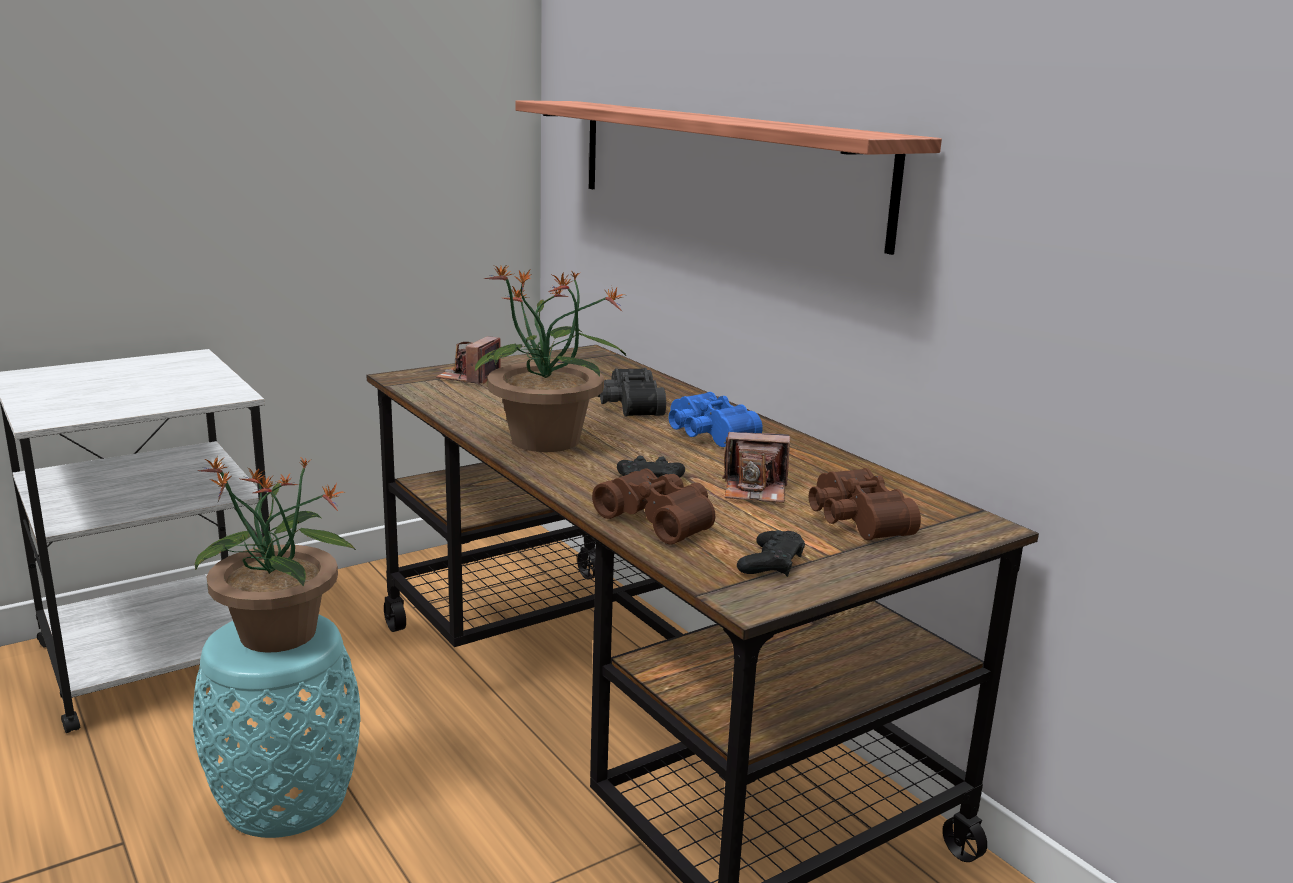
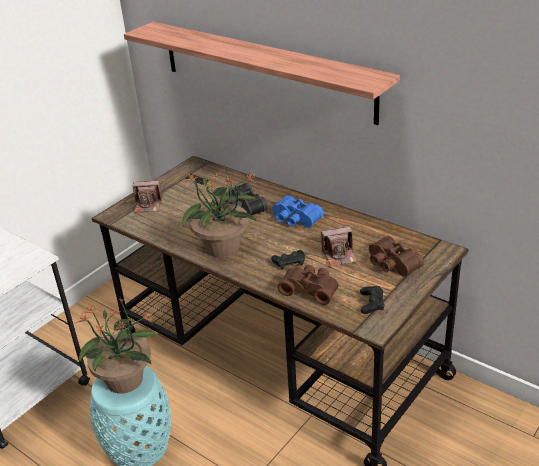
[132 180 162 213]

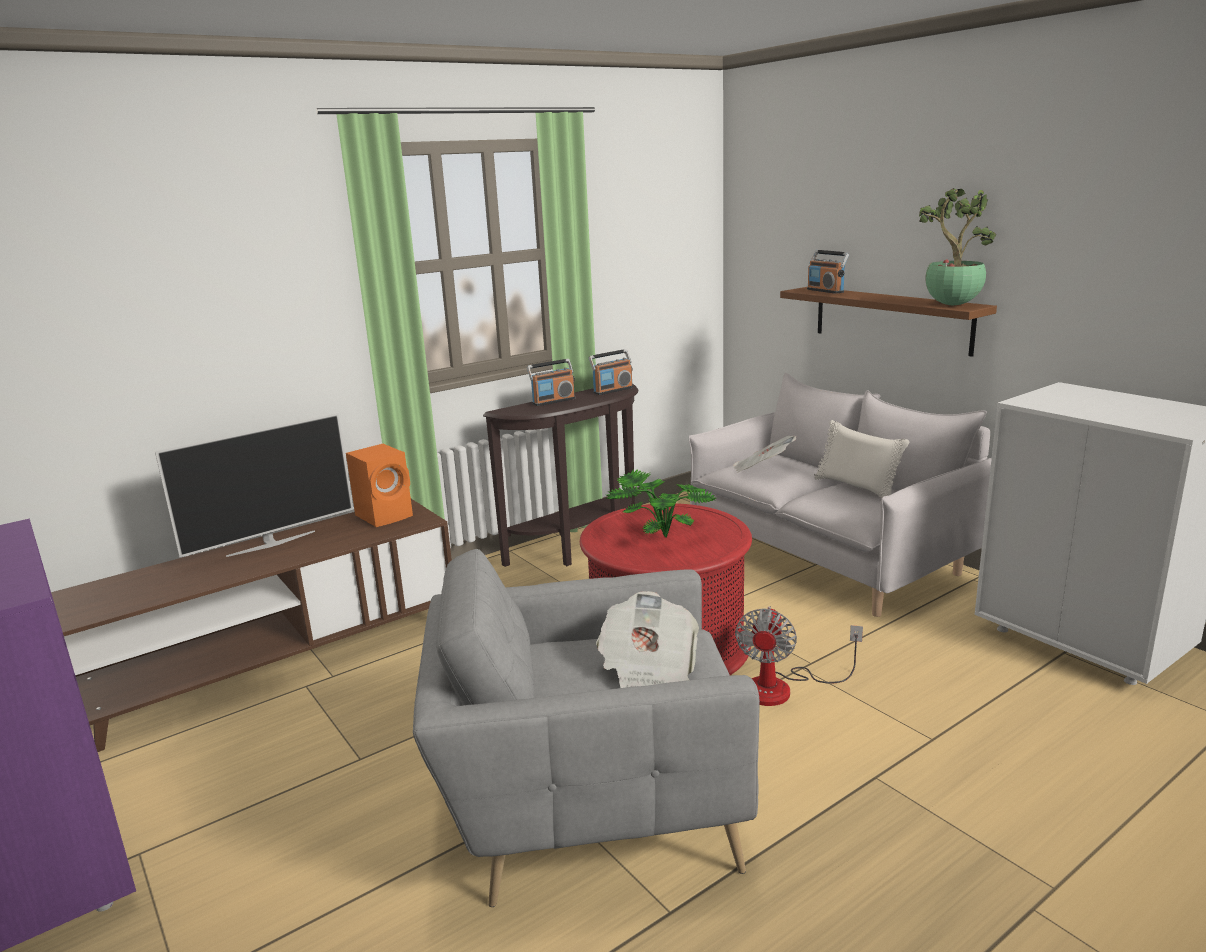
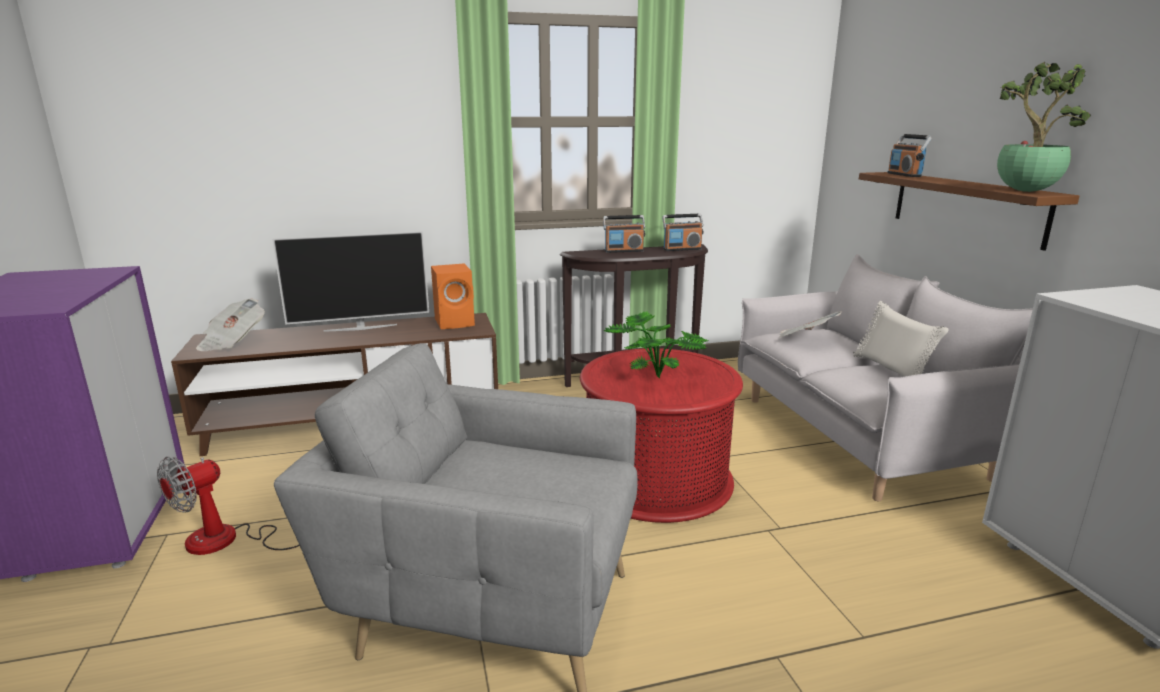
[196 299 265 351]
[157 456 300 555]

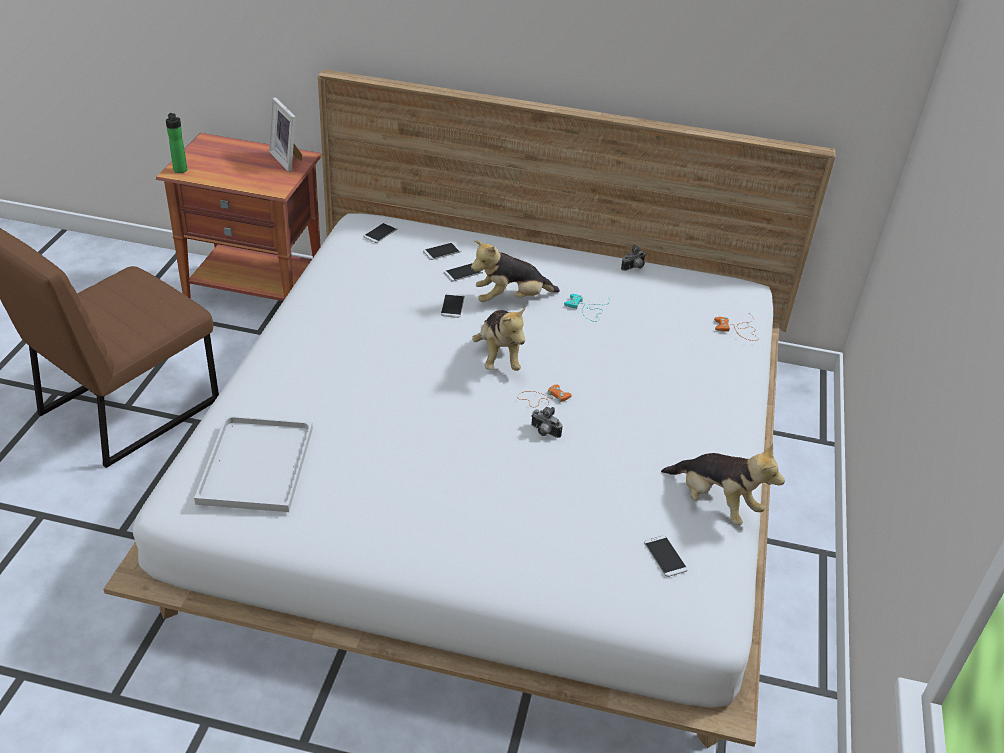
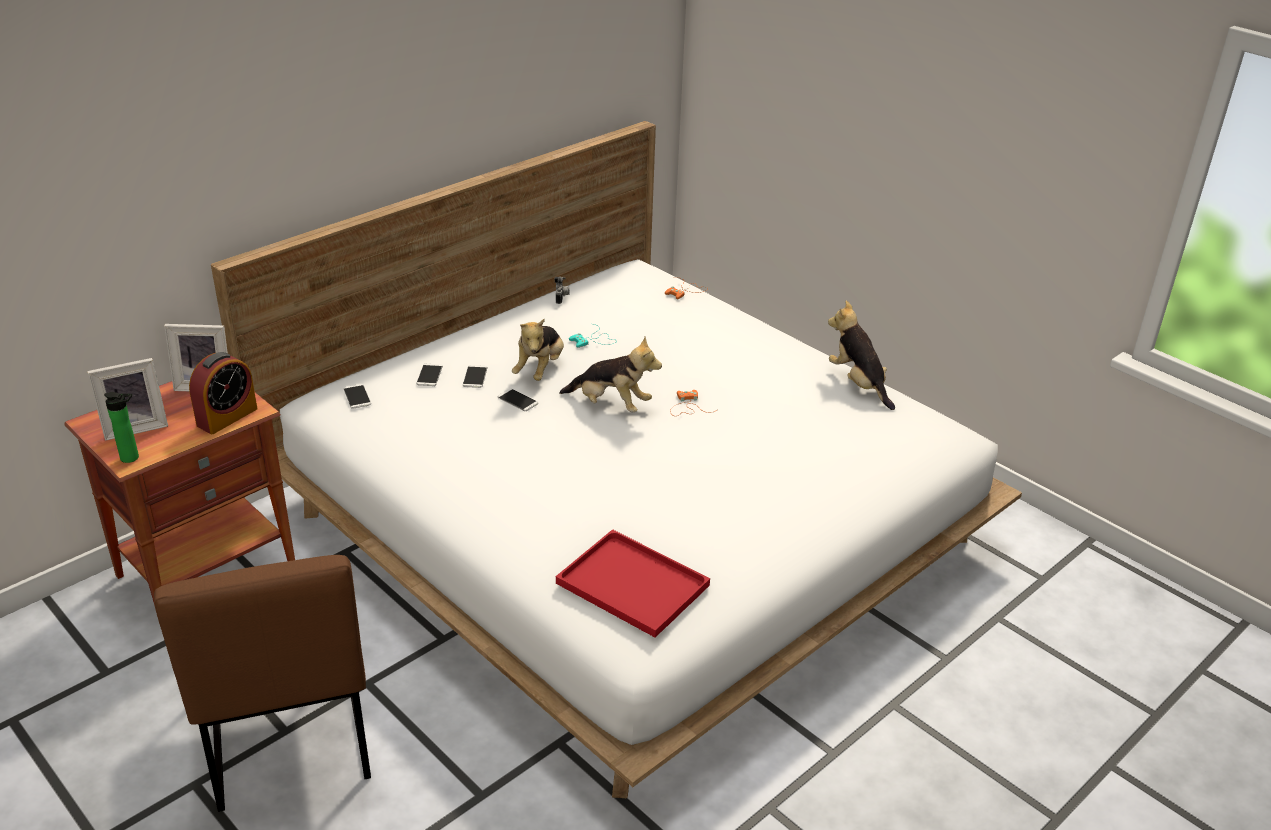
[531 407 563 438] (first image)
[556 529 710 638]
[828 300 895 410]
[644 535 687 577] (first image)
[189 352 257 434]
[87 358 168 441]

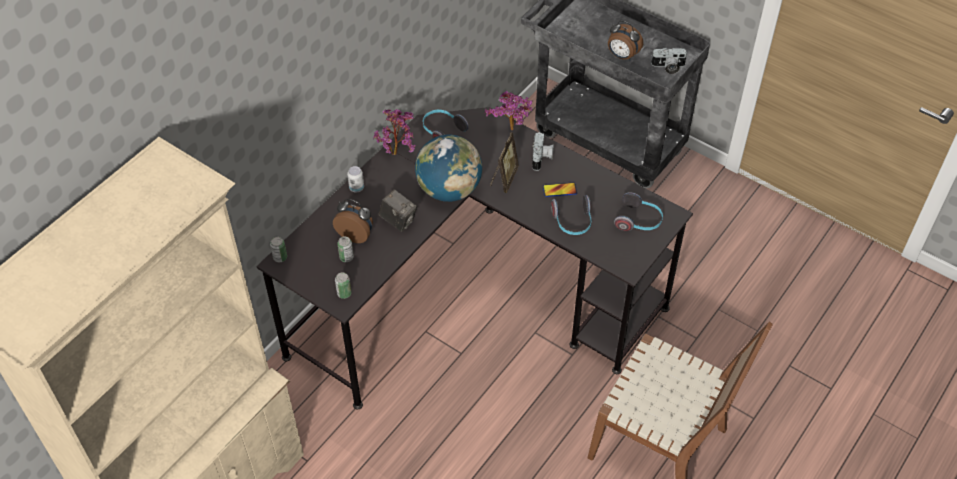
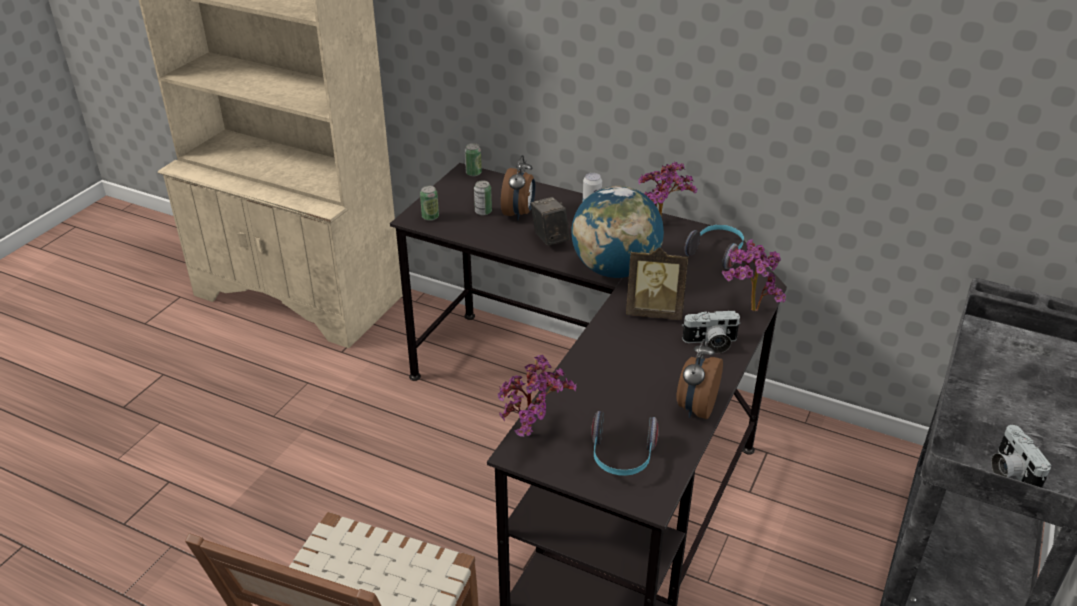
[676 339 723 419]
[543 183 577 197] (first image)
[531 197 570 246]
[551 195 592 235] (first image)
[498 355 576 437]

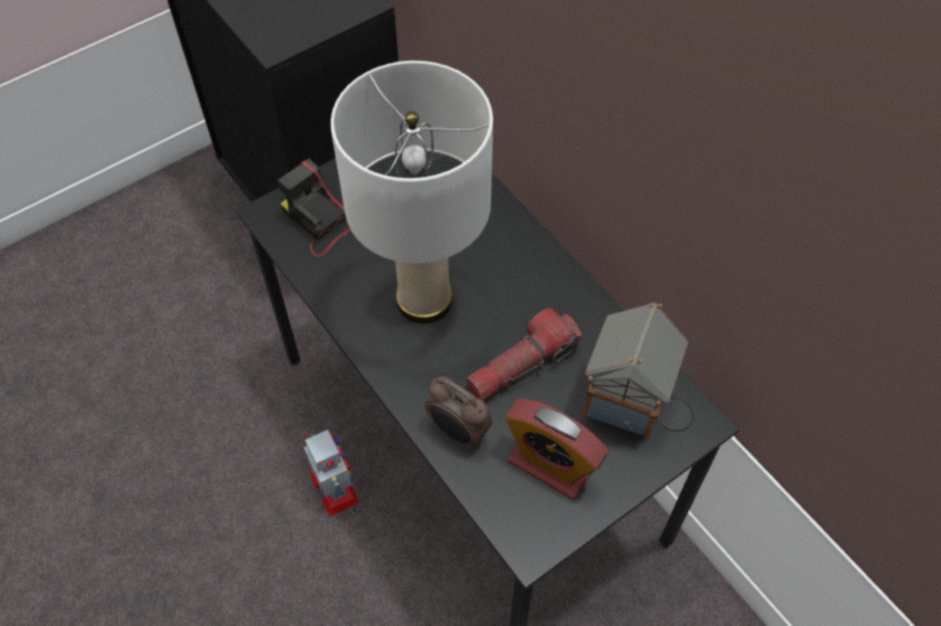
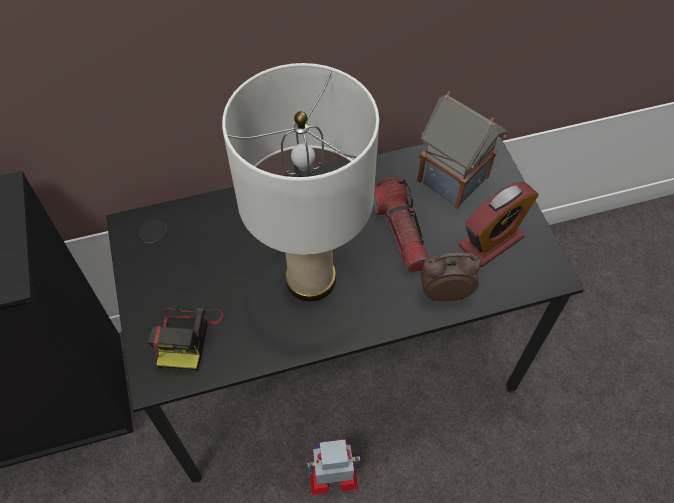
[148 308 223 372]
[421 252 481 301]

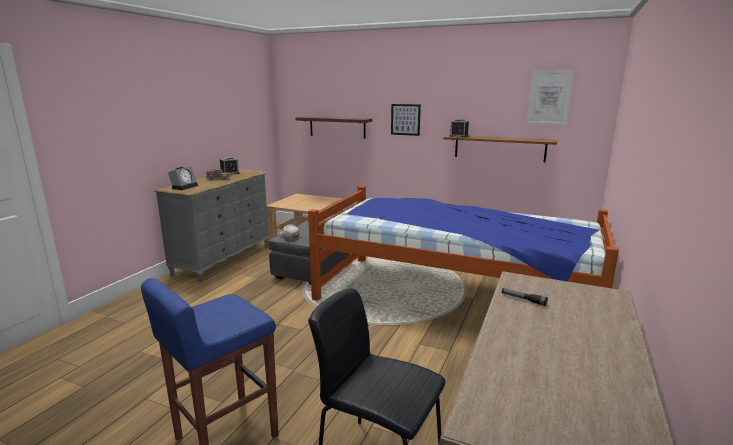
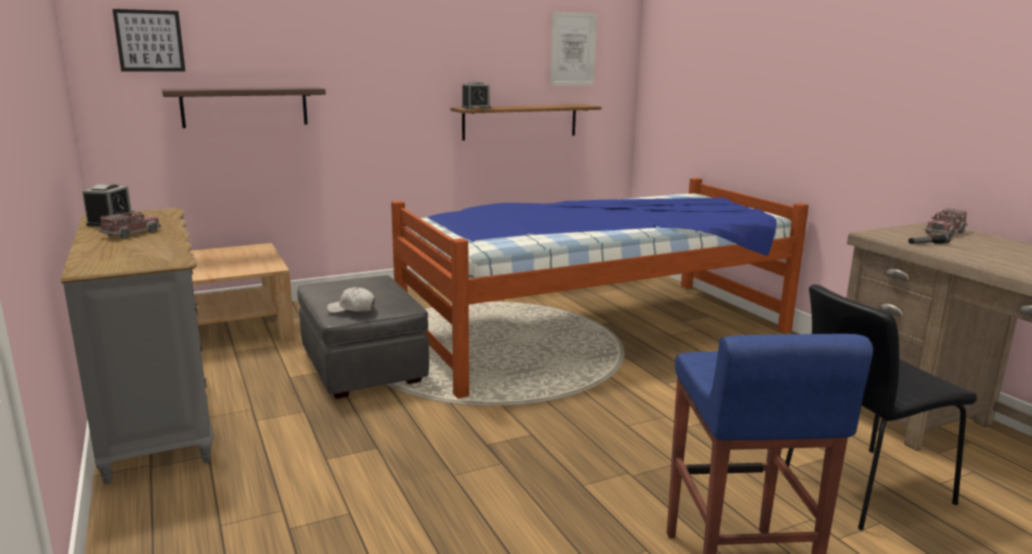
[112 9 186 72]
[168 166 198 190] (first image)
[925 208 968 237]

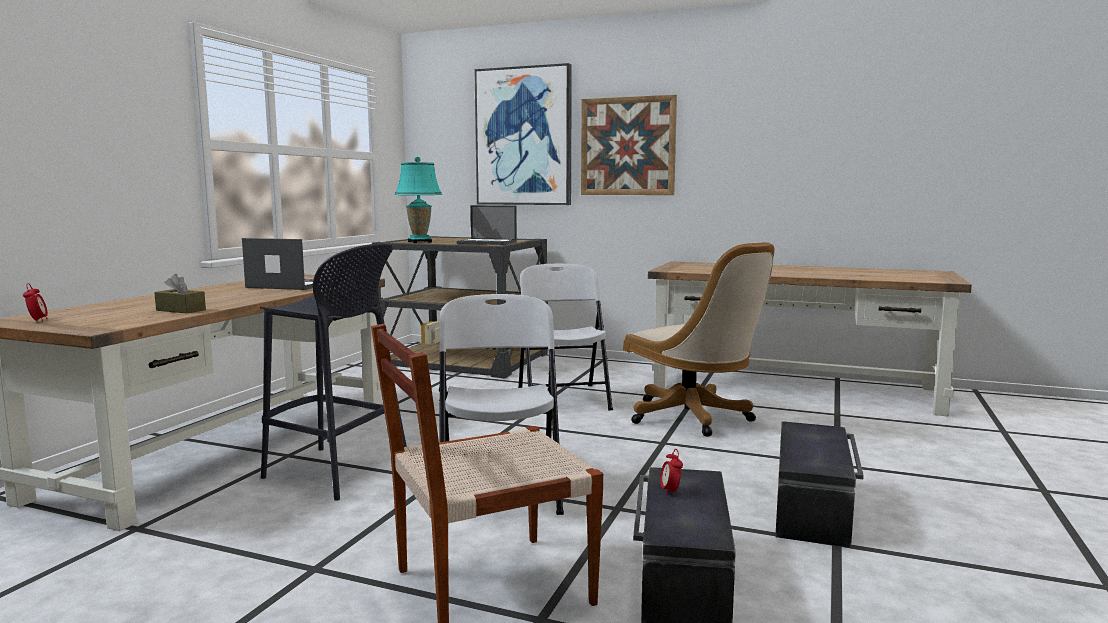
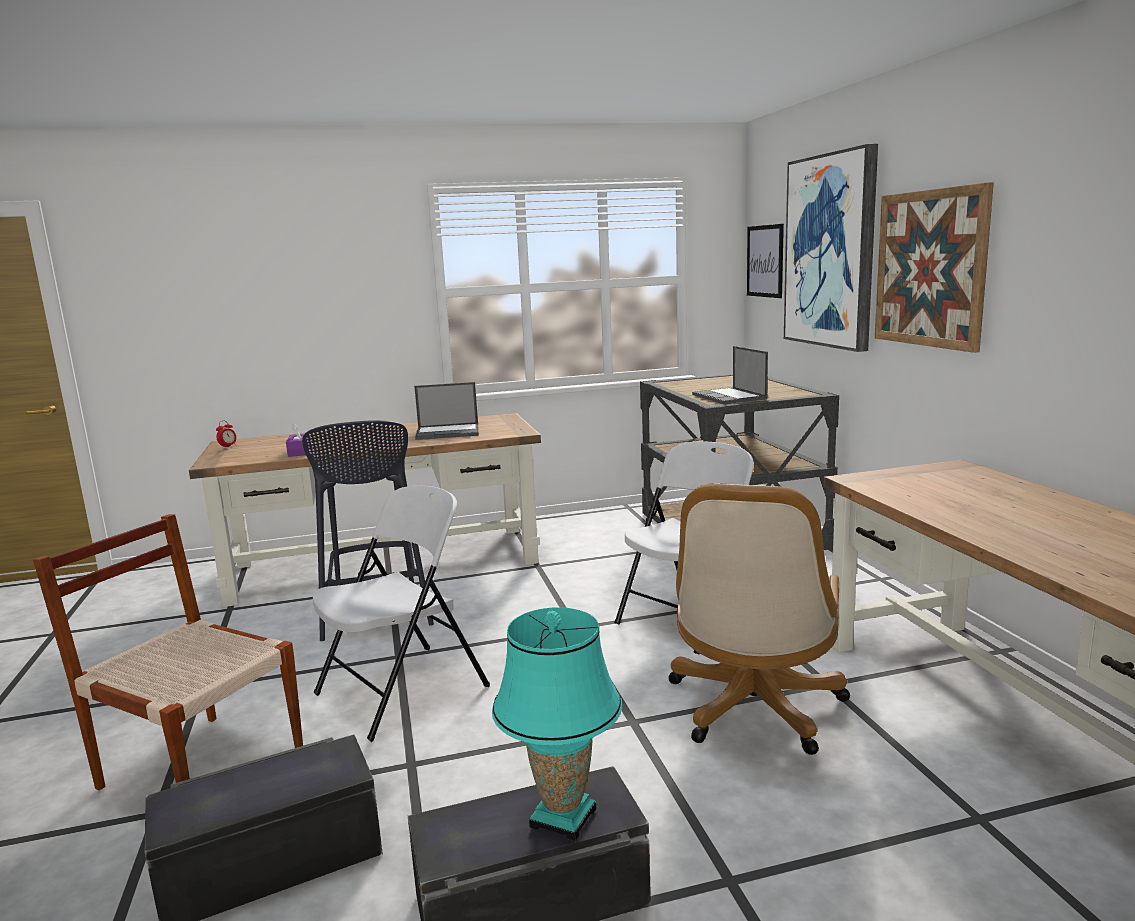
[492 607 622 841]
[414 382 479 440]
[286 424 310 457]
[660 449 683 496] (first image)
[747 224 784 298]

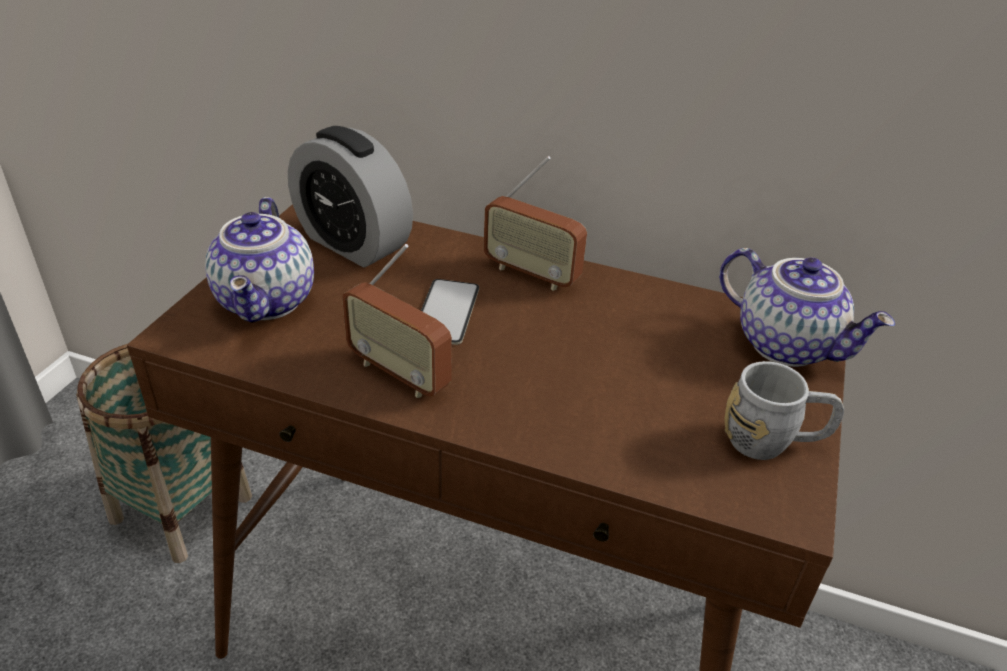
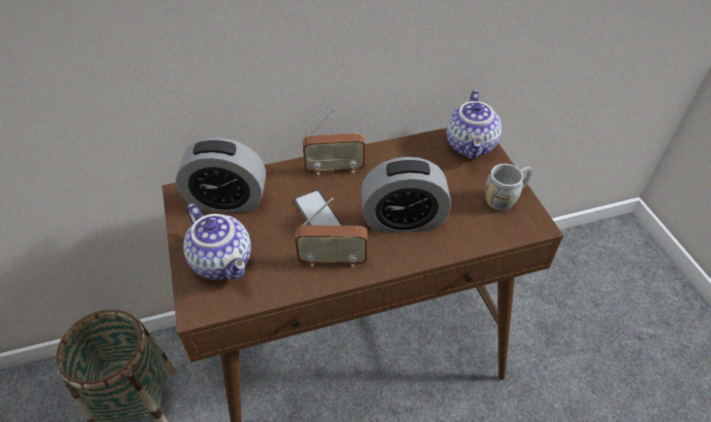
[446 90 501 159]
[361 157 451 233]

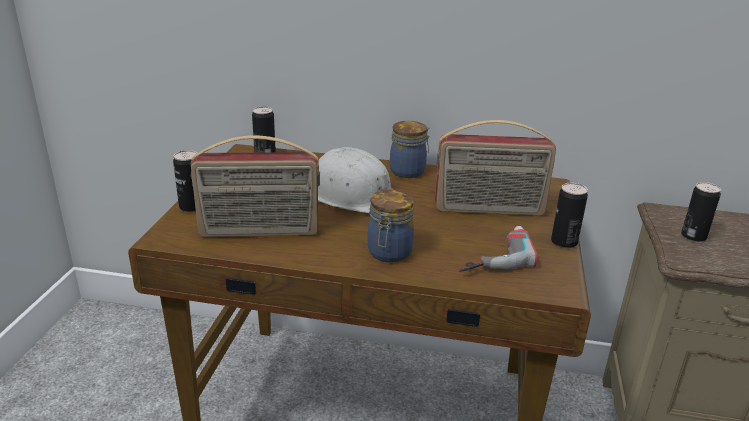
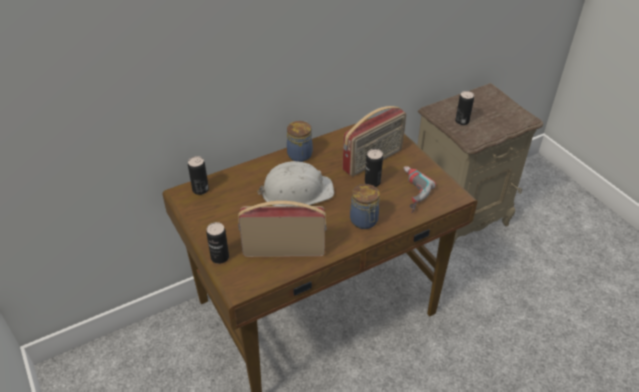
[238 201 326 257]
[365 149 383 187]

